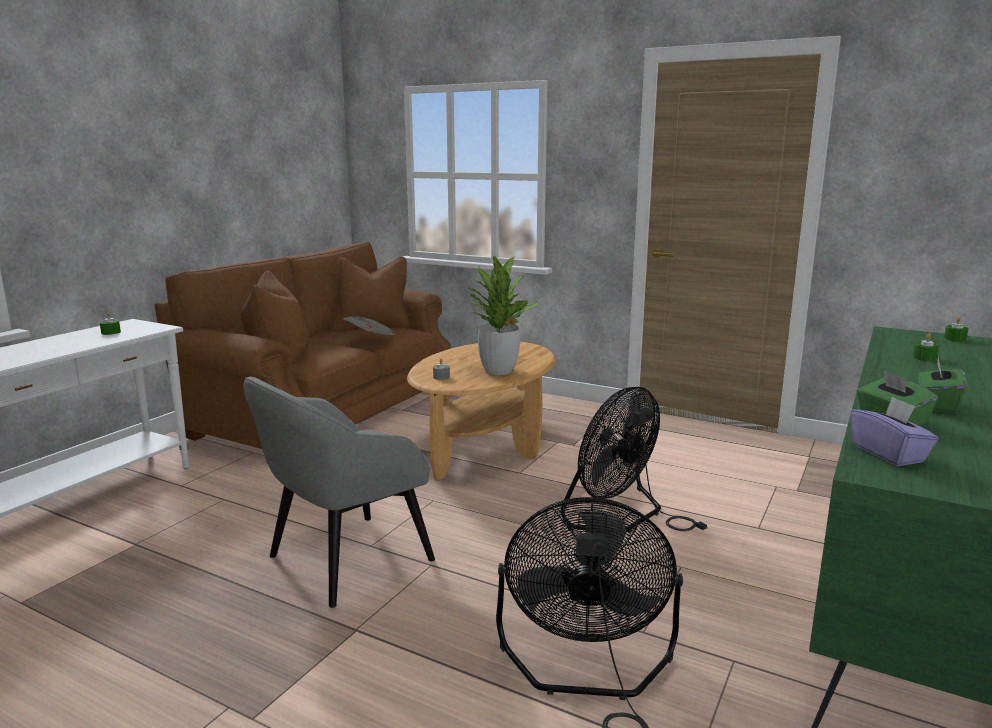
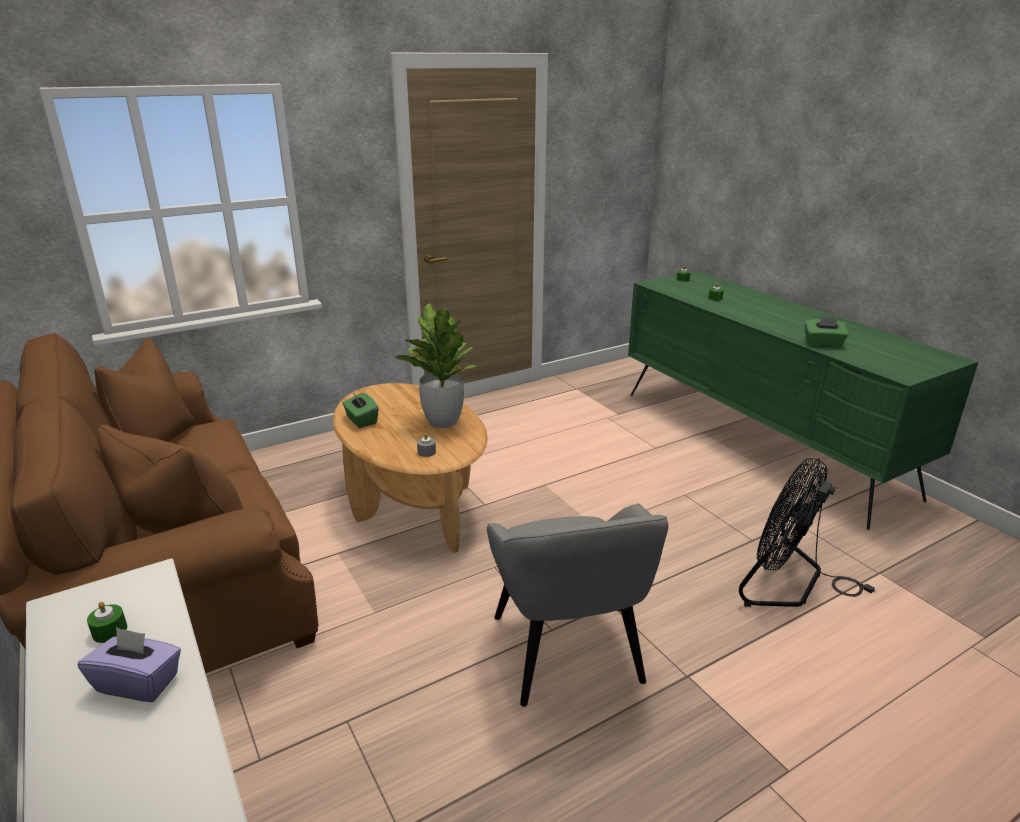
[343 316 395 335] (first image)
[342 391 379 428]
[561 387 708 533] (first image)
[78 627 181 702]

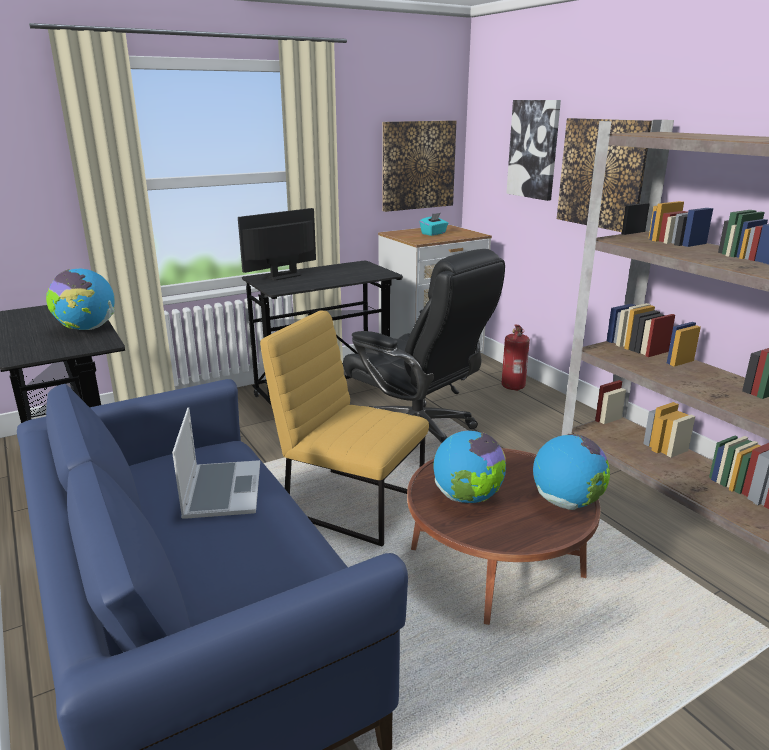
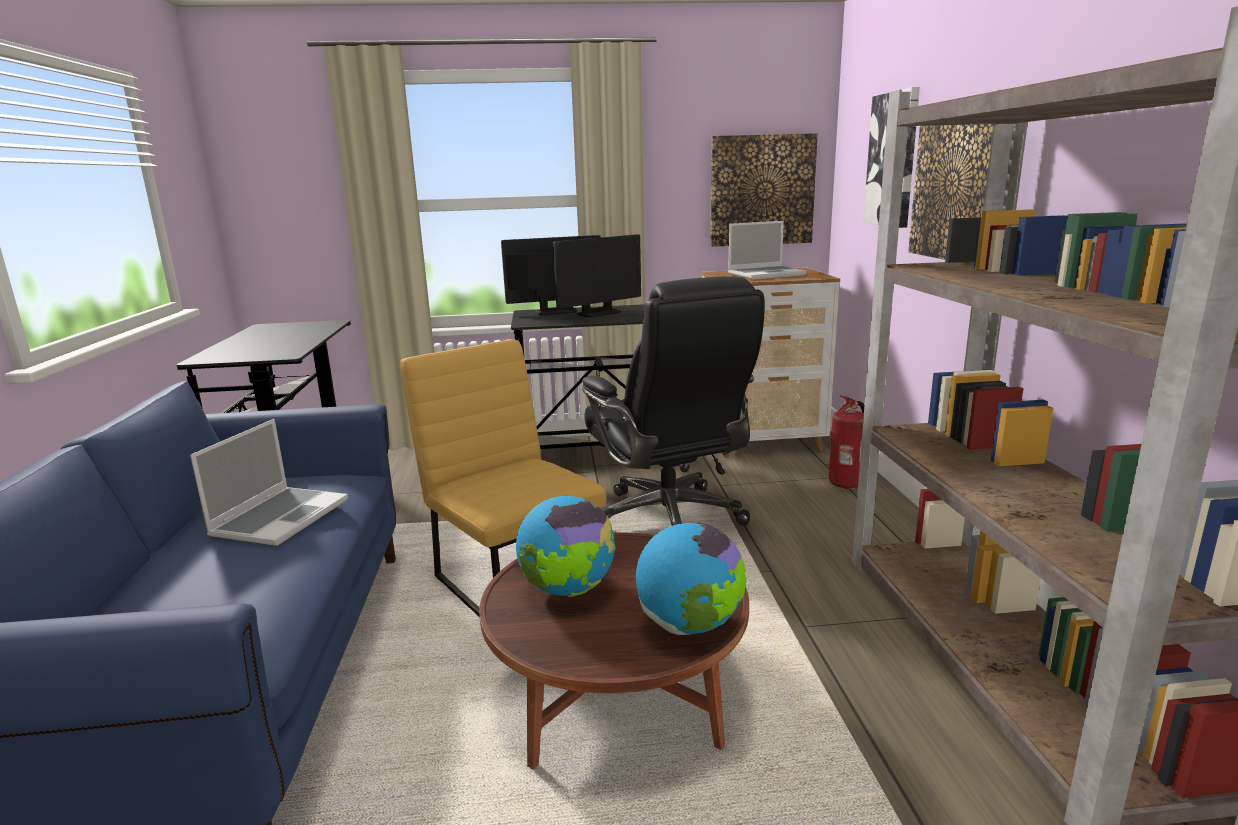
[728 221 807 280]
[46 269 115 330] (first image)
[553 234 641 317]

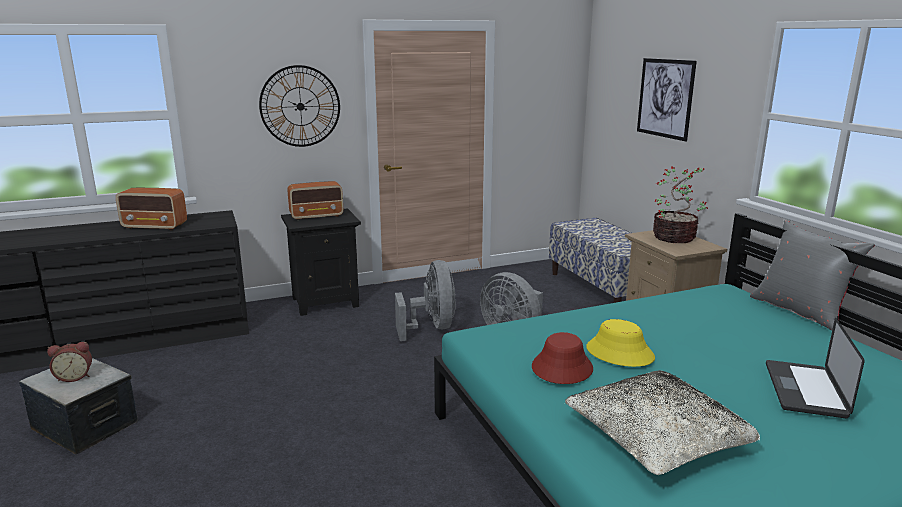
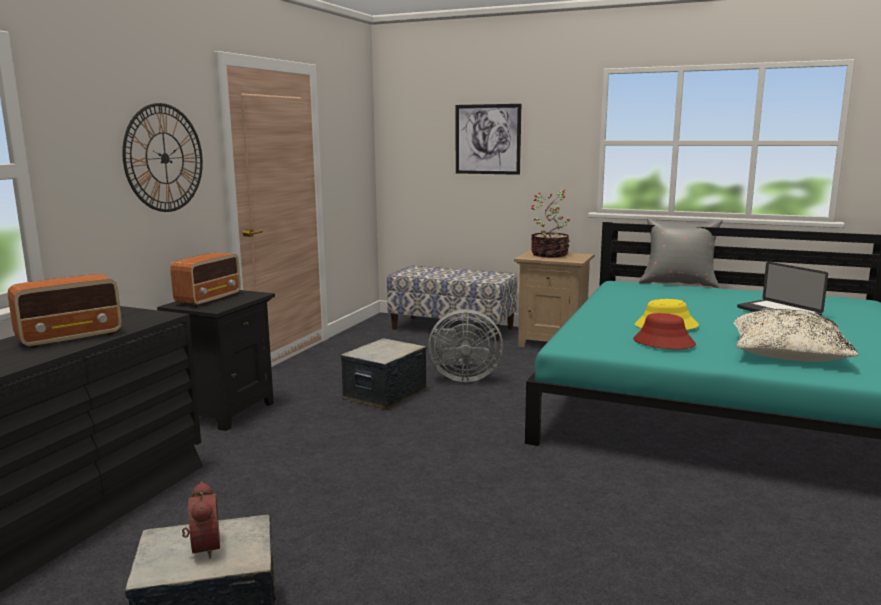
[341 338 426 410]
[182 482 220 559]

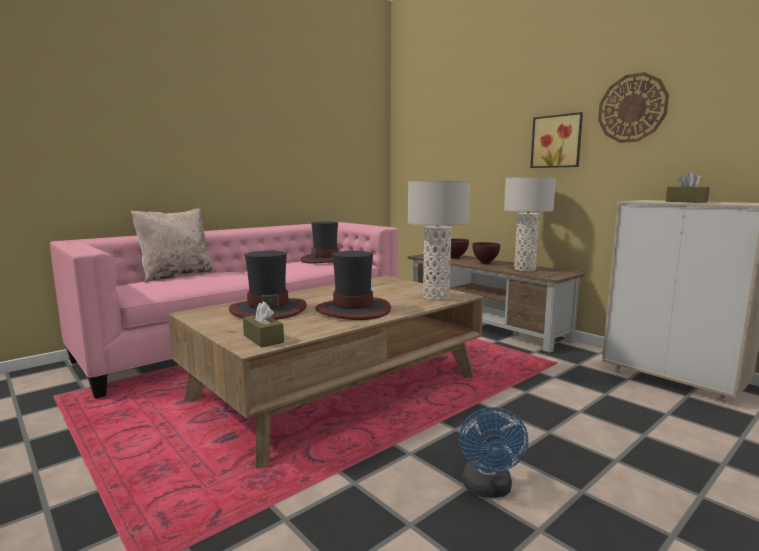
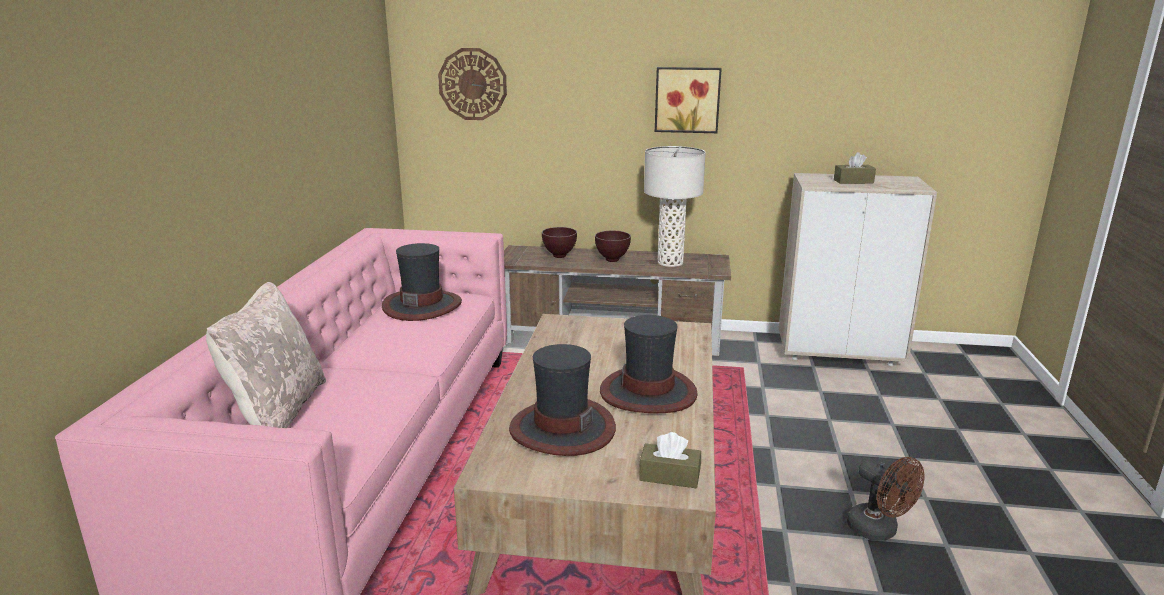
[438 48 507 120]
[408 181 470 301] (first image)
[847 457 925 541]

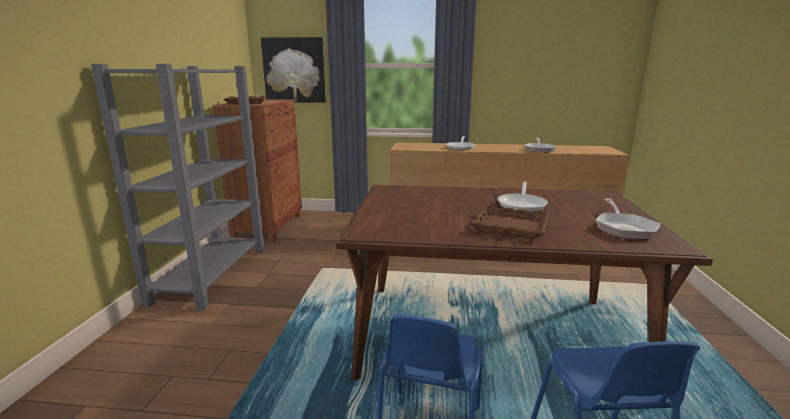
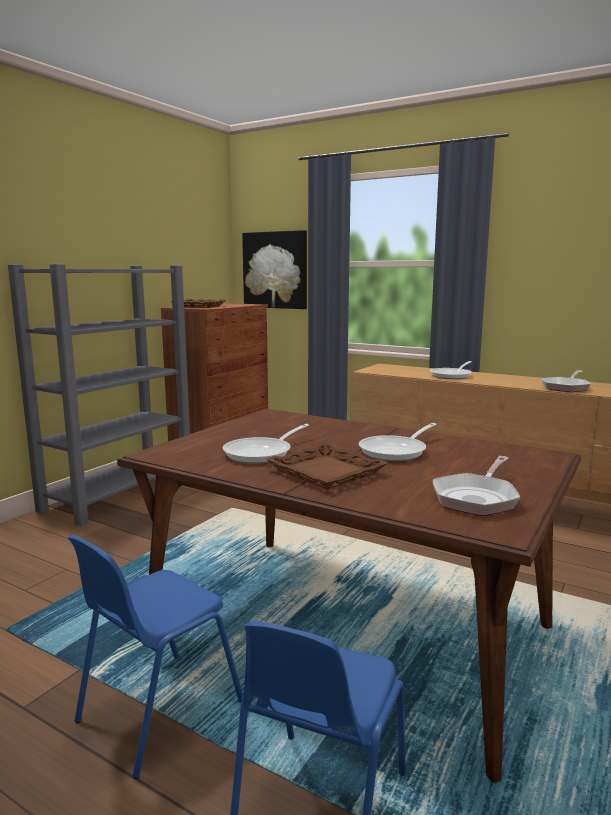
[223 424 309 464]

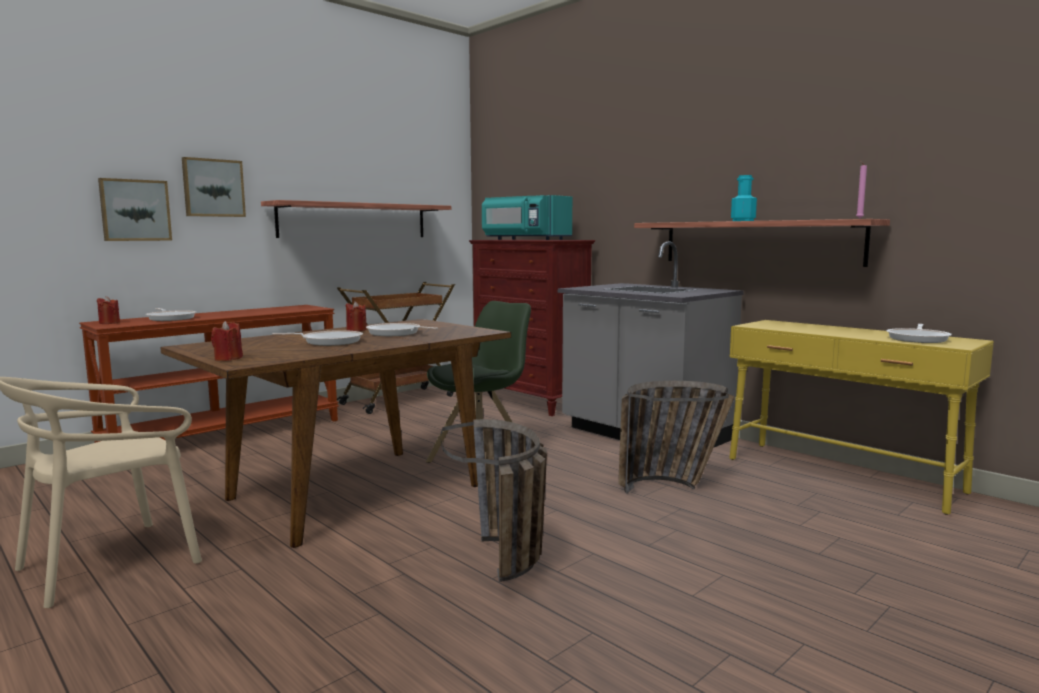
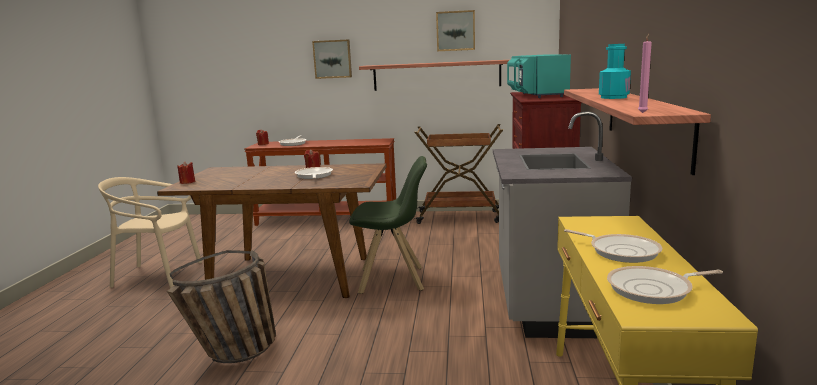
[436 10 475 51]
[564 229 662 263]
[618 381 735 494] (first image)

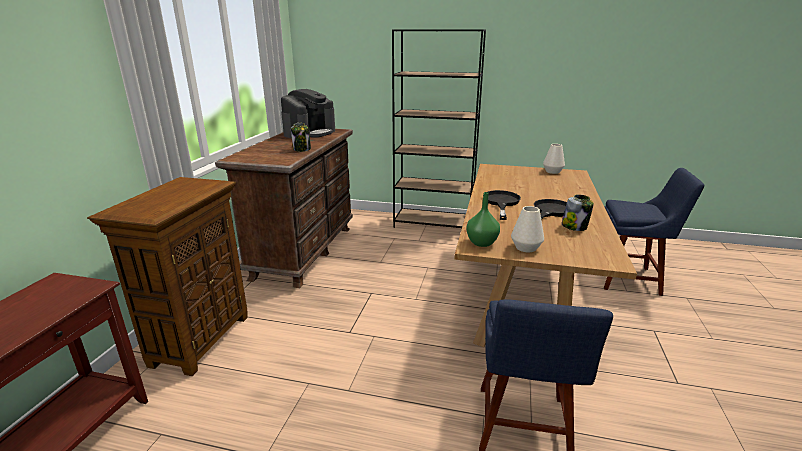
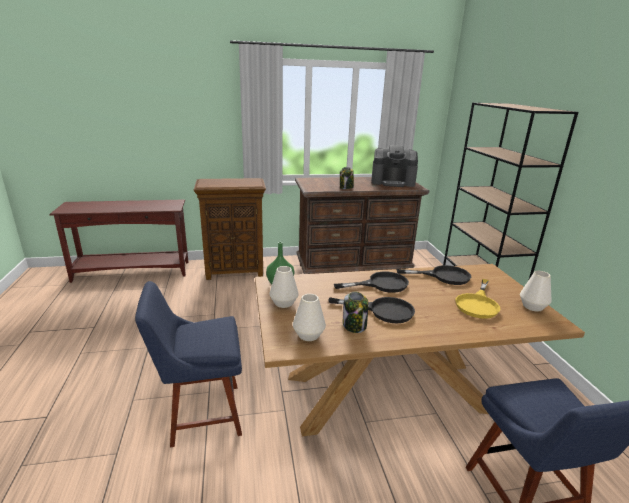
[397 265 471 285]
[456 279 500 319]
[293 294 326 341]

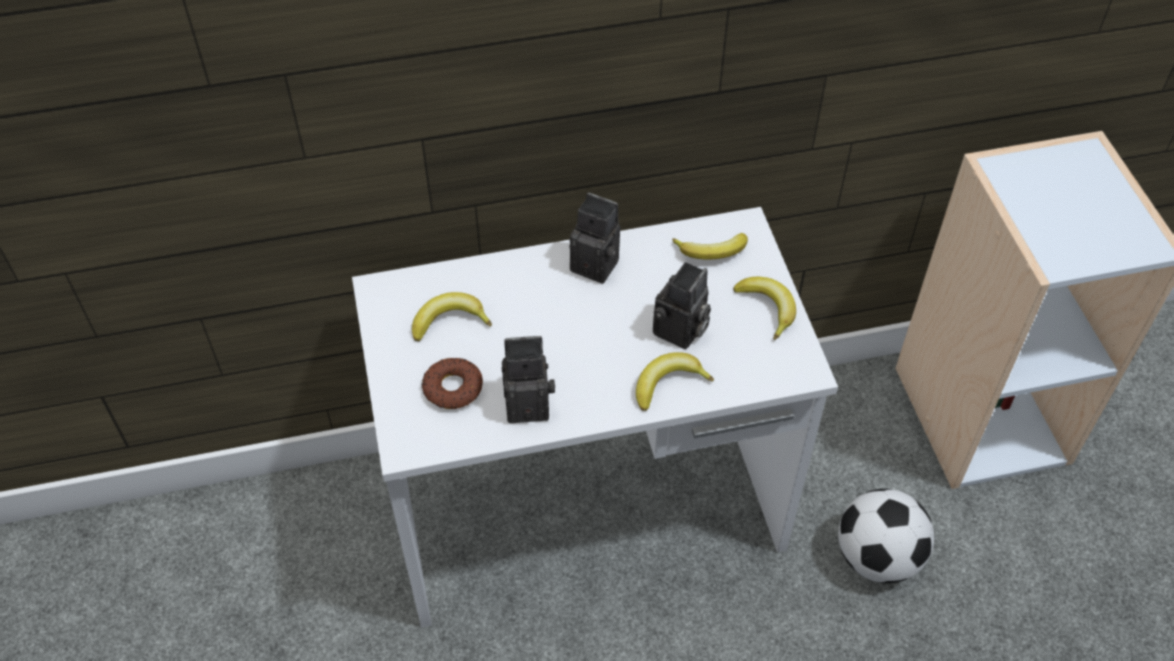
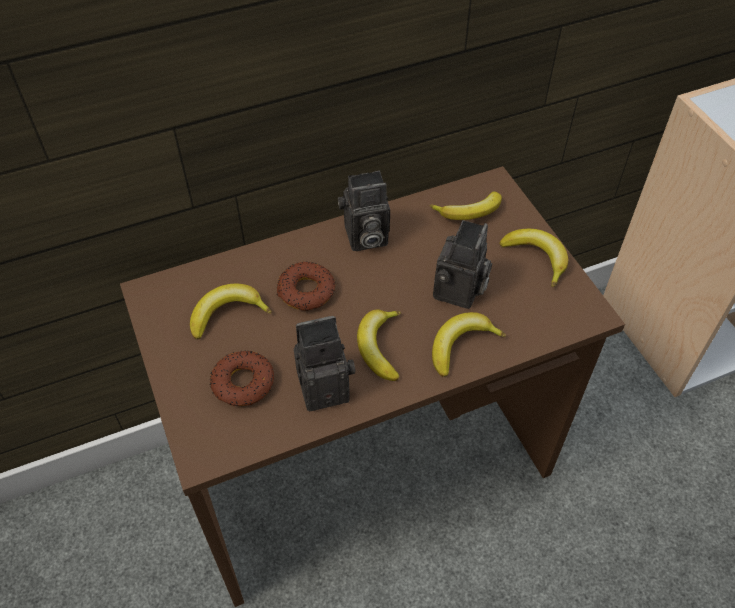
[338 171 390 251]
[120 166 625 607]
[838 489 934 583] (first image)
[276 261 335 311]
[357 309 401 381]

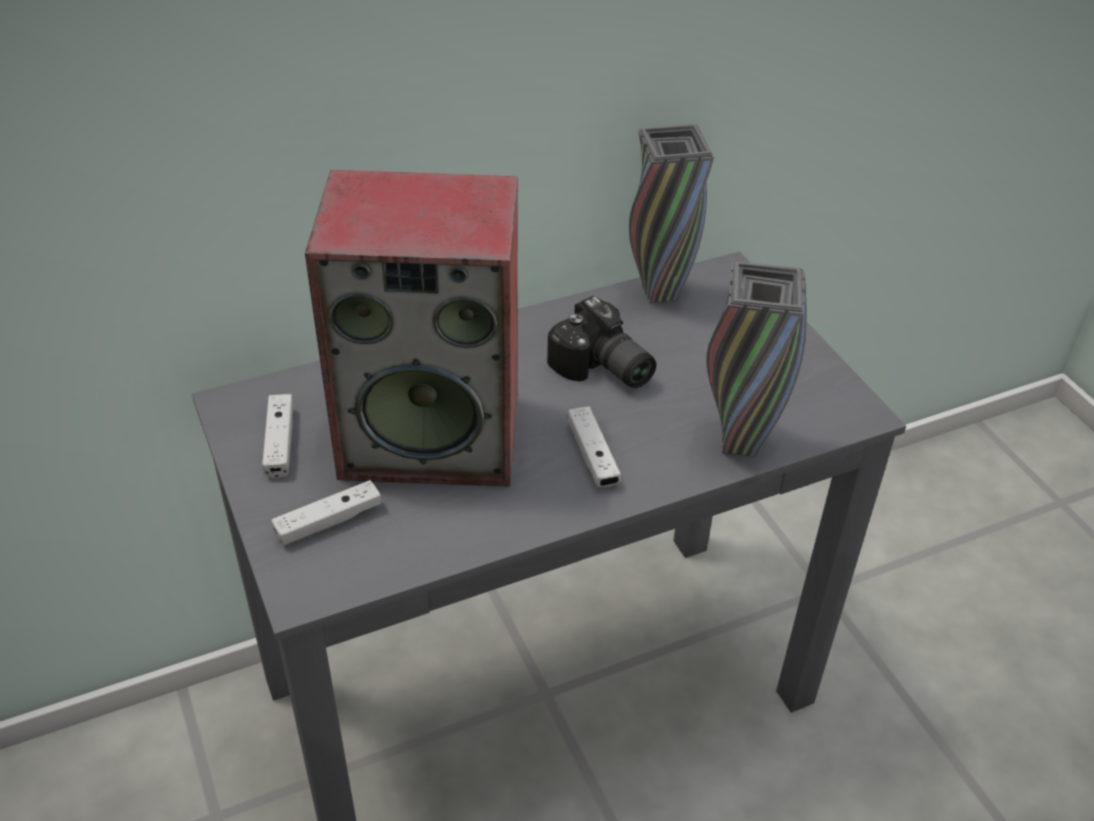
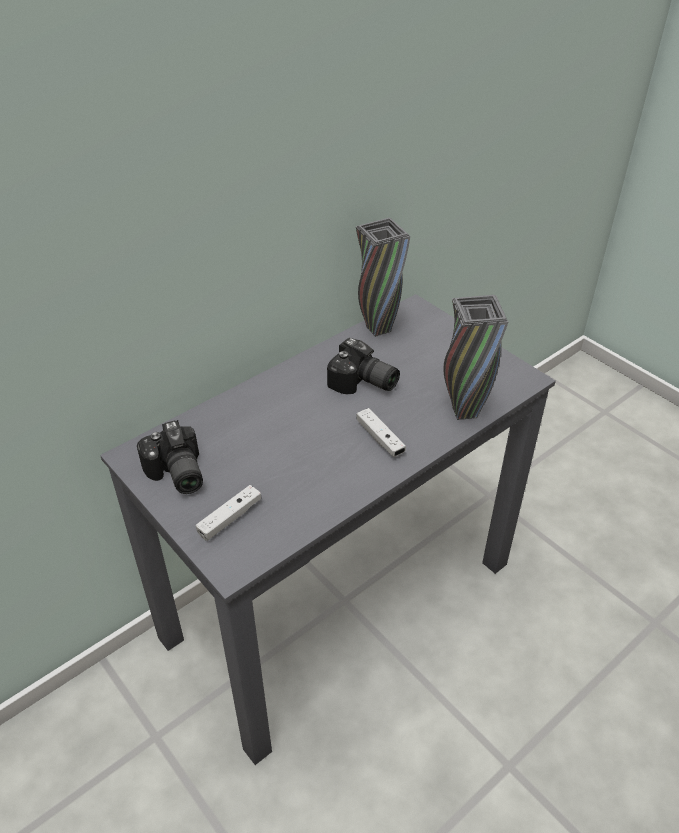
[305 170 518 487] (first image)
[137 420 203 494]

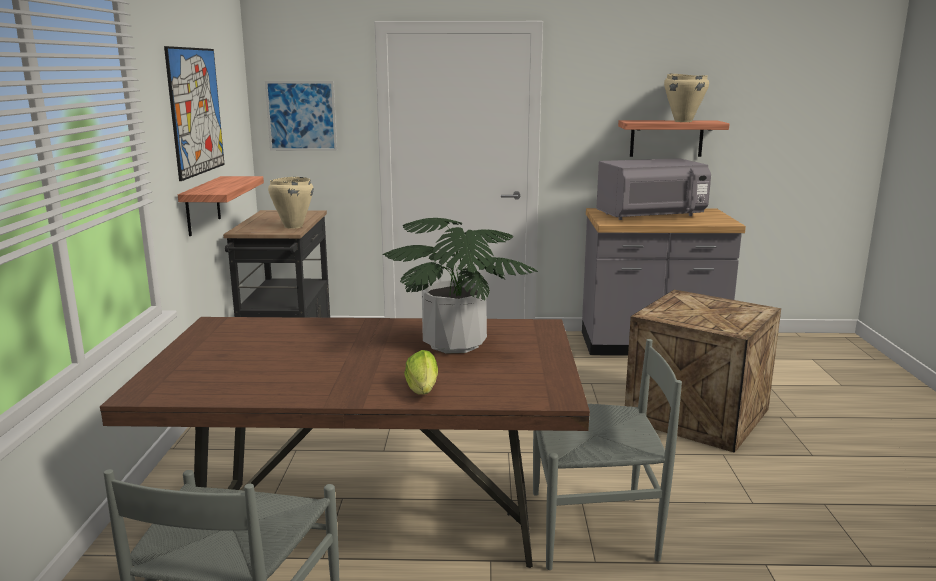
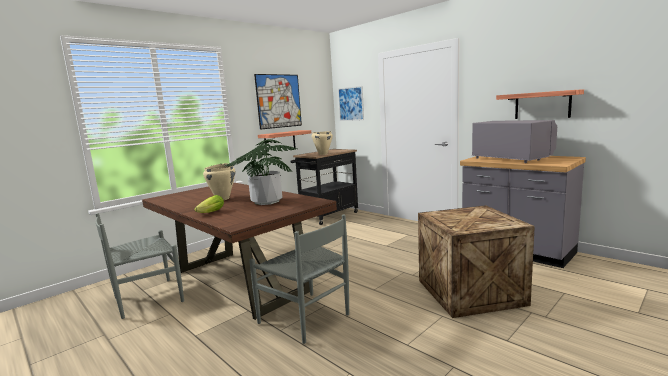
[203 163 235 200]
[472 120 557 163]

